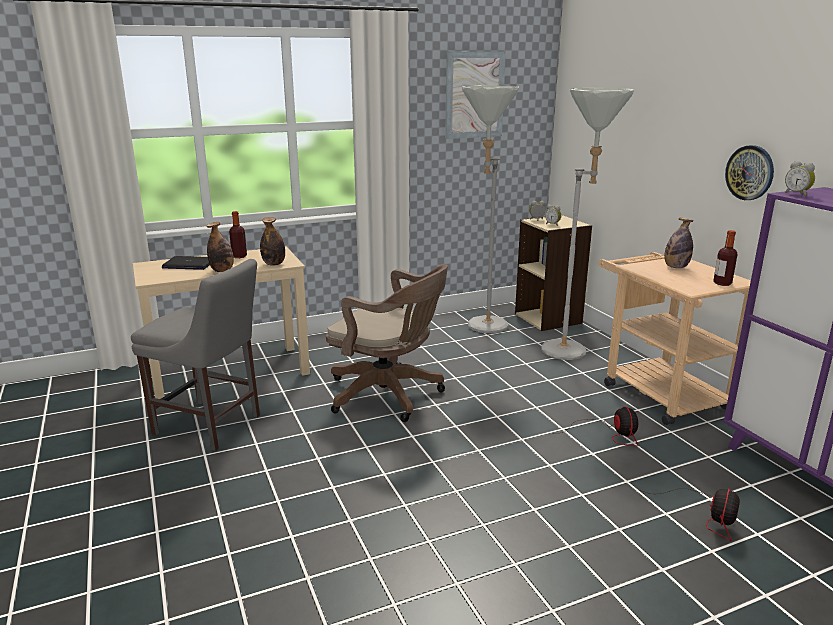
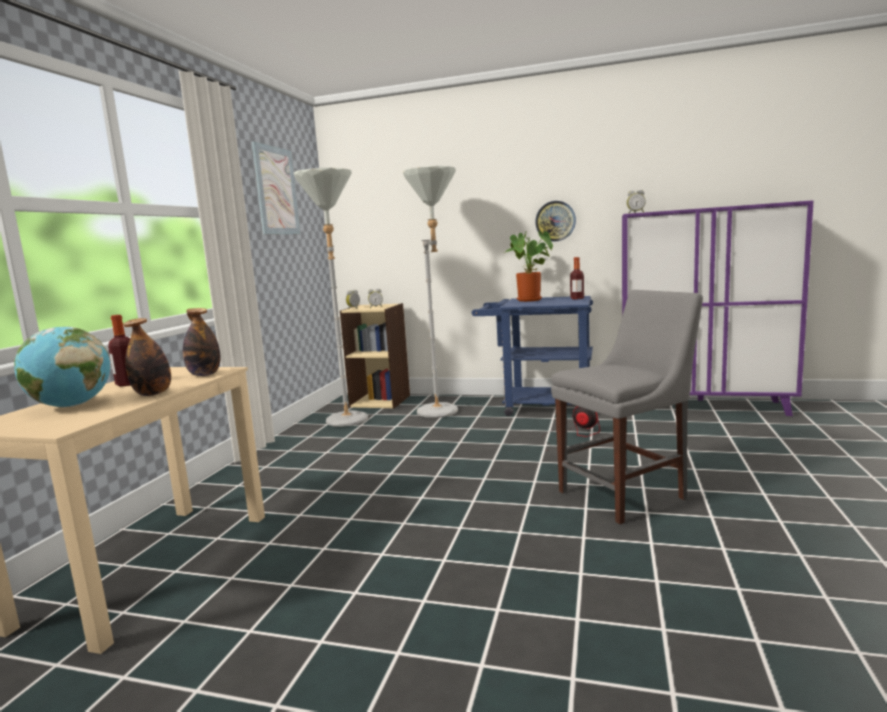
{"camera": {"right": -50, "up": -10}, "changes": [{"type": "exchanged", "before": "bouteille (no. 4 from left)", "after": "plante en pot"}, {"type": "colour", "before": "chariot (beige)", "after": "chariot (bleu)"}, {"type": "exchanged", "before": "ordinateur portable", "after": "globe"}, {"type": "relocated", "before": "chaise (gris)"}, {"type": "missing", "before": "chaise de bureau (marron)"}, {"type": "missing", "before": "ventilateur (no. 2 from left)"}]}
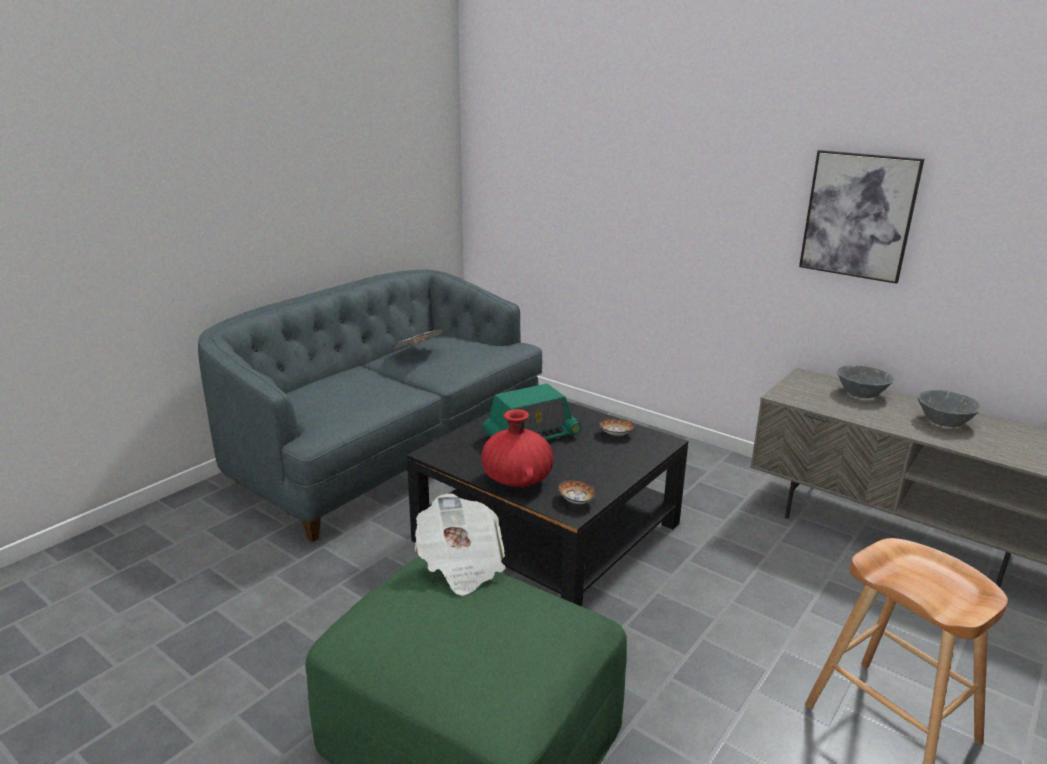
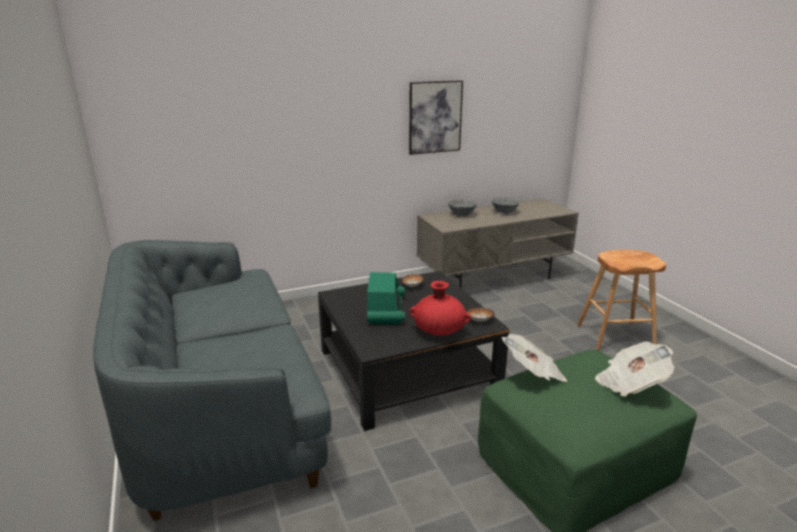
{"camera": {"right": -60, "up": 0}, "changes": [{"type": "relocated", "before": "journal (no. 1 from left in the first image)", "after": "journal (no. 2 from left)"}]}
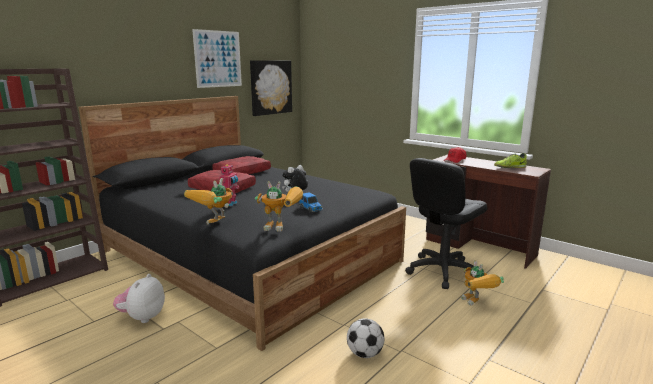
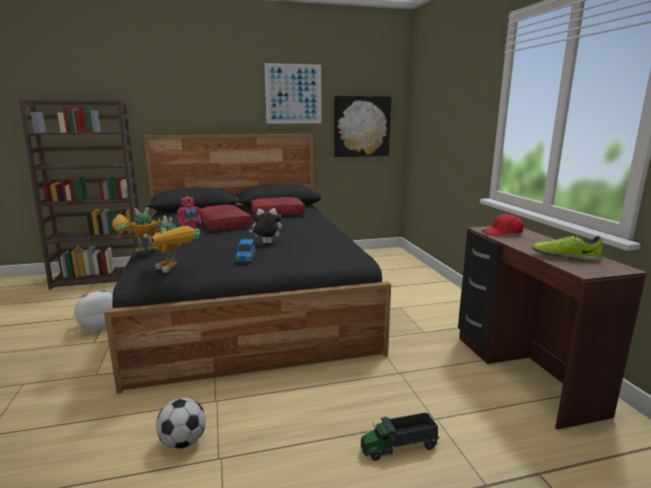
{"camera": {"right": 35, "up": 0}, "changes": [{"type": "missing", "before": "chaise de bureau (noir)"}, {"type": "exchanged", "before": "robot jouet (no. 4 from left)", "after": "camion jouet"}]}
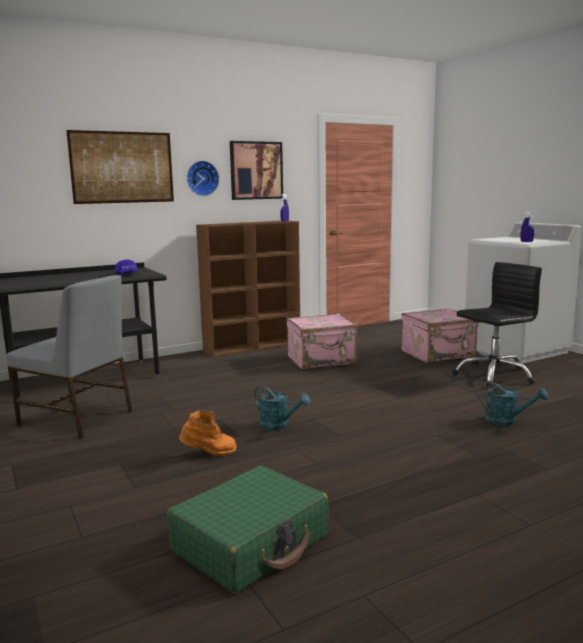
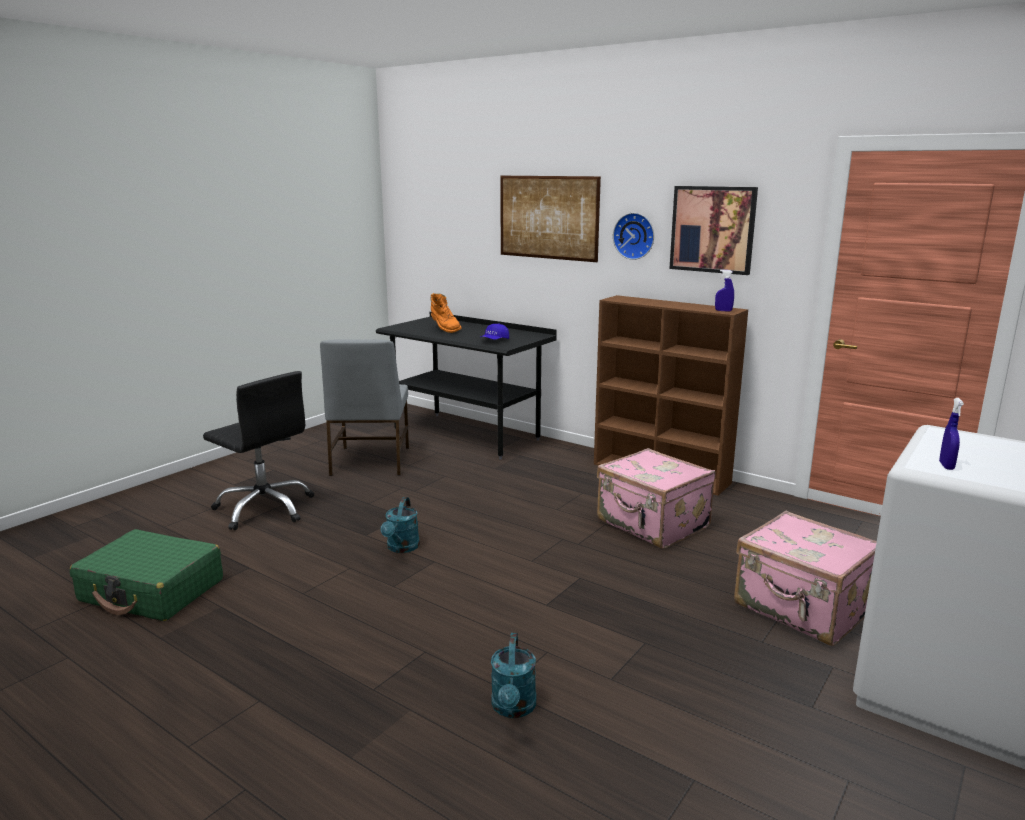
{"camera": {"right": 65, "up": 5}, "changes": [{"type": "relocated", "before": "chaise de bureau (noir)"}, {"type": "relocated", "before": "botte (orange)"}]}
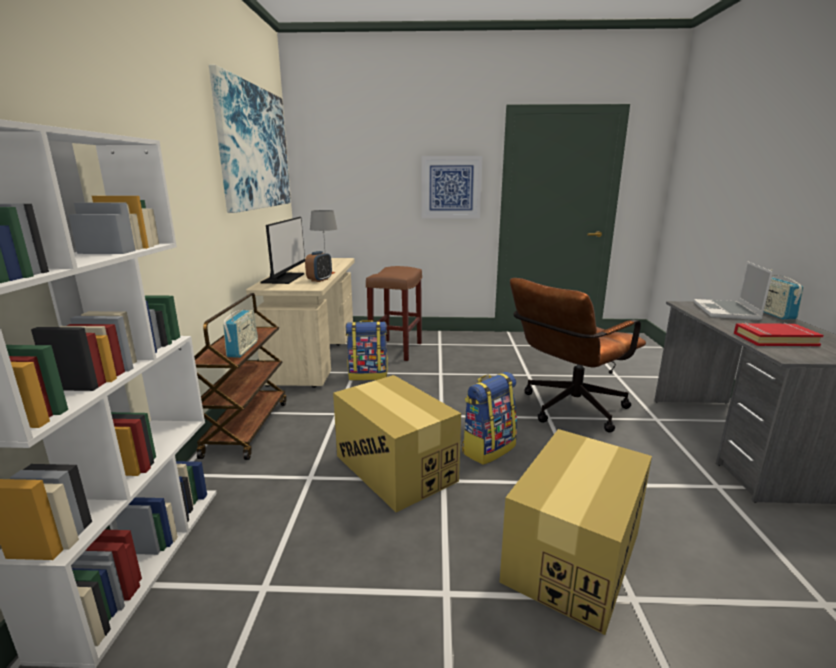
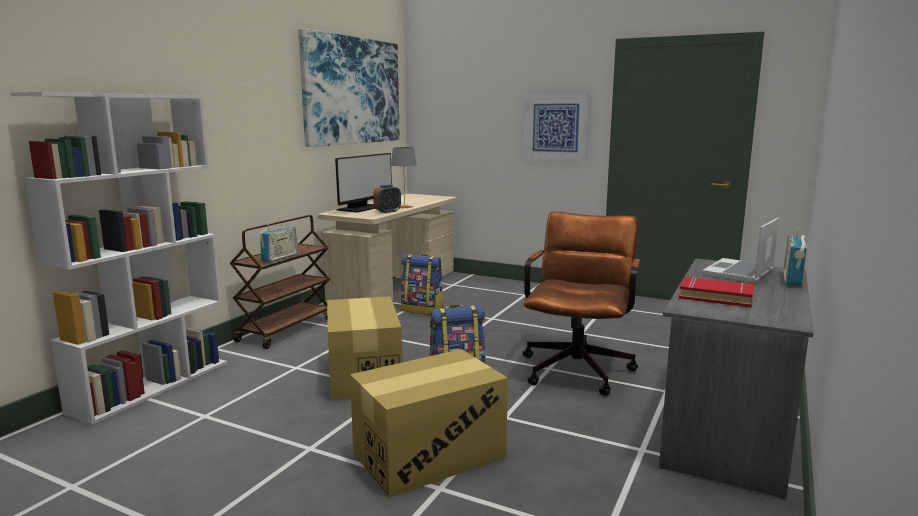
{"camera": {"right": 25, "up": -5}, "changes": [{"type": "missing", "before": "tabouret (marron)"}, {"type": "spun", "before": "chaise de bureau (marron)", "turn": 120}]}
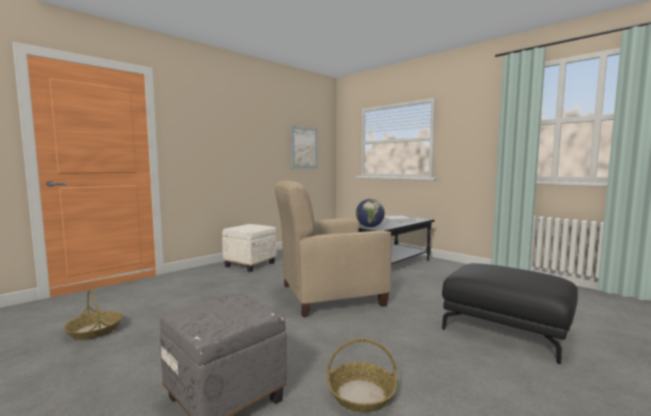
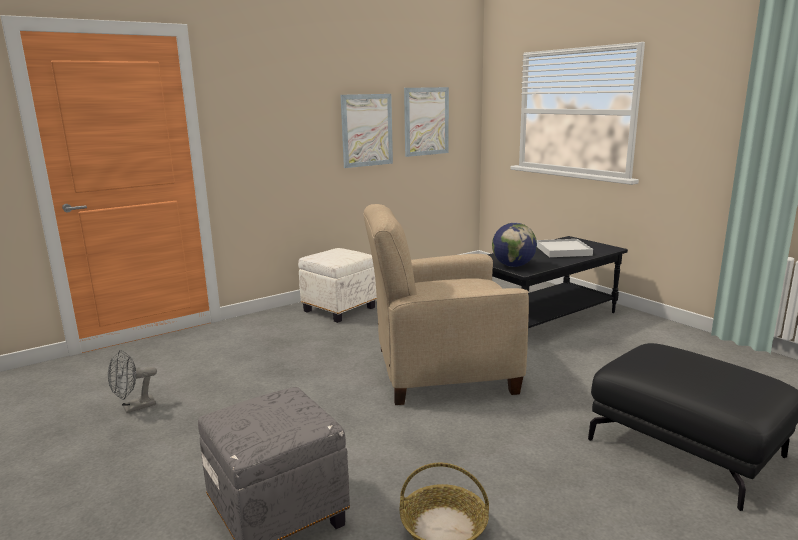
{"camera": {"right": 10, "up": 10}, "changes": [{"type": "exchanged", "before": "panier (no. 1 from left)", "after": "ventilateur (gris)"}, {"type": "appeared", "after": "tableau (no. 1 from left)"}]}
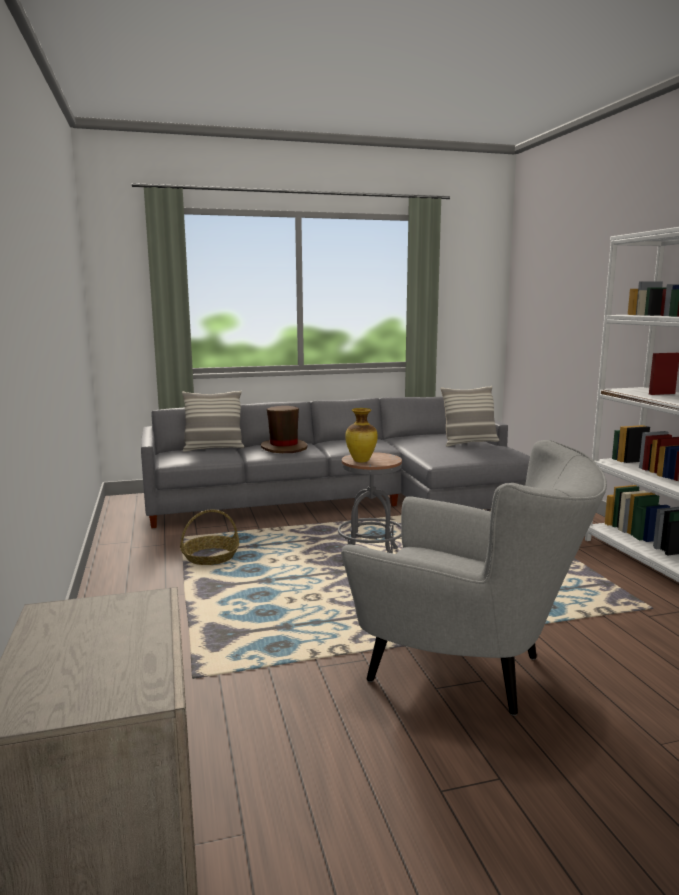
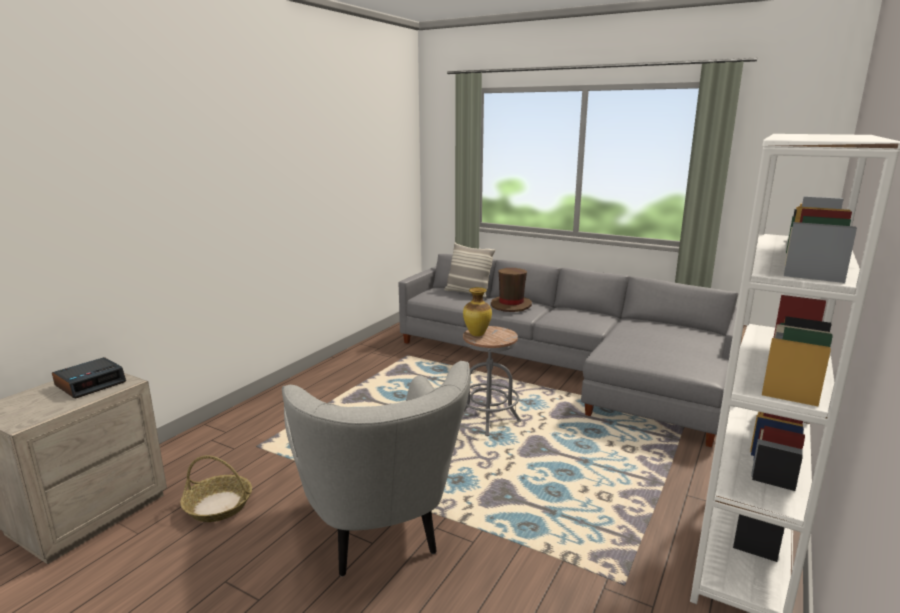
{"camera": {"right": 45, "up": 5}, "changes": [{"type": "missing", "before": "coussin (no. 2 from left)"}, {"type": "relocated", "before": "panier"}, {"type": "appeared", "after": "réveil"}]}
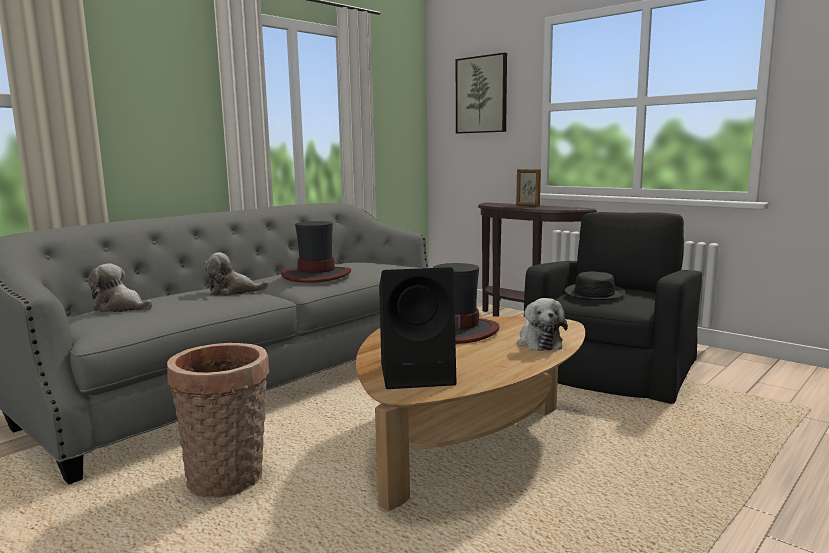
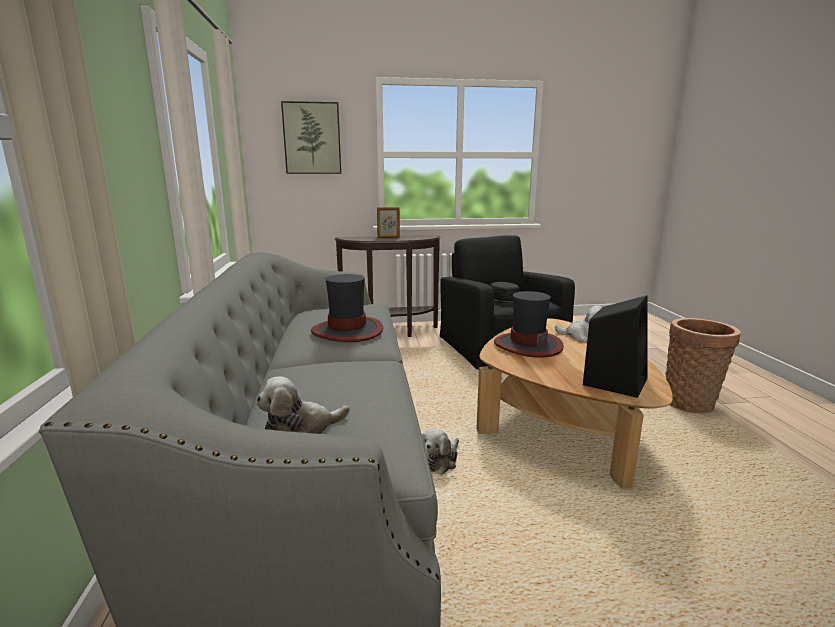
{"camera": {"right": -50, "up": 5}, "changes": [{"type": "relocated", "before": "peluche (no. 2 from left)"}, {"type": "relocated", "before": "panier"}]}
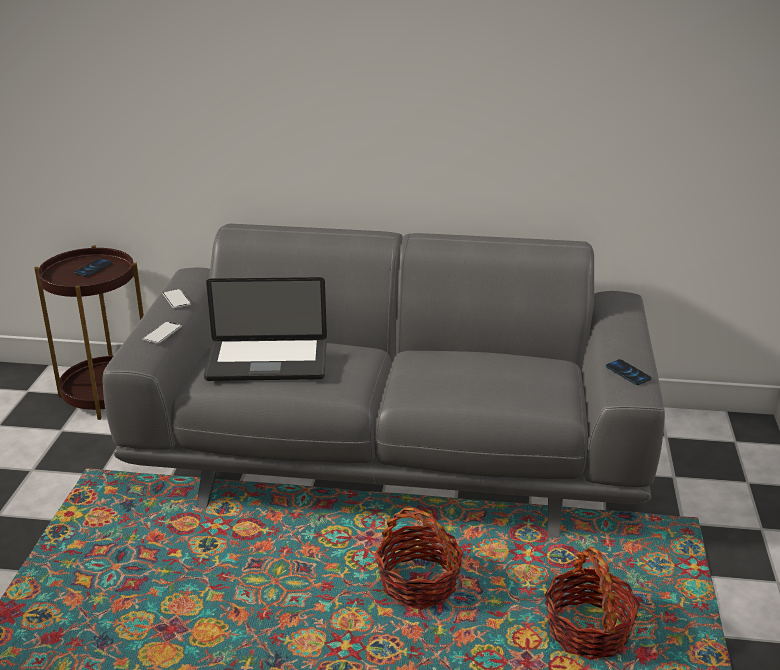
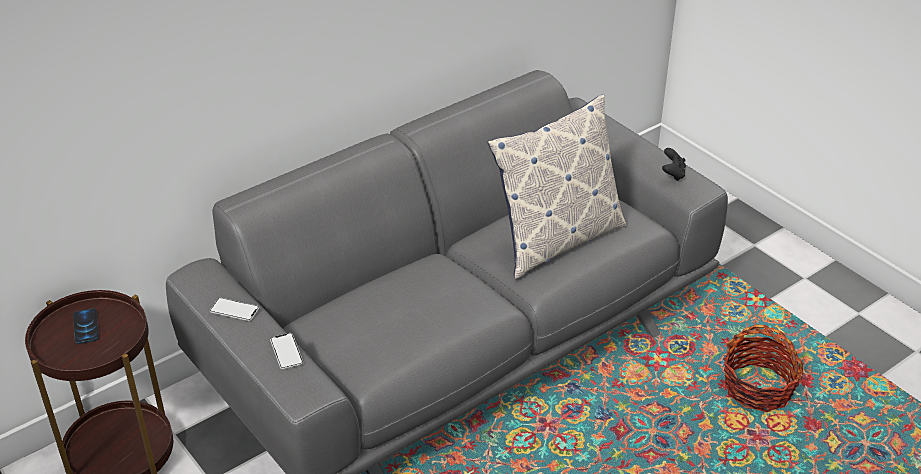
{"camera": {"right": -45, "up": 10}, "changes": [{"type": "missing", "before": "ordinateur portable"}, {"type": "exchanged", "before": "téléphone (no. 4 from left)", "after": "manette (noir)"}, {"type": "missing", "before": "panier (no. 1 from left)"}, {"type": "appeared", "after": "coussin"}]}
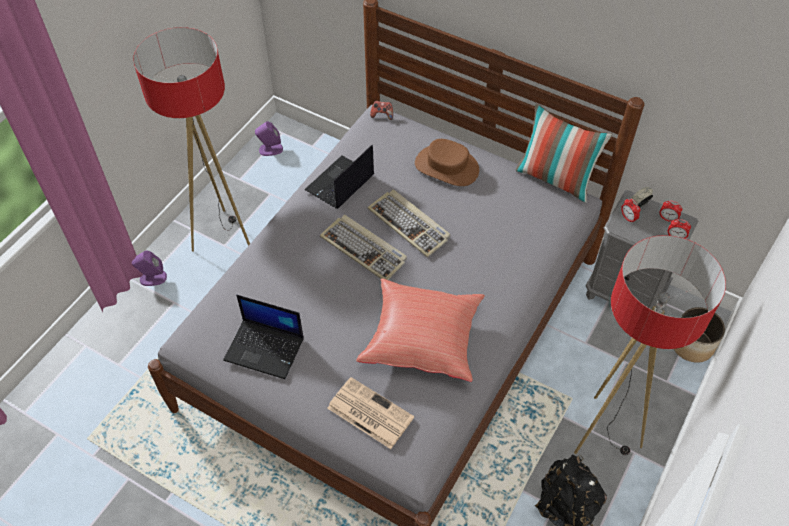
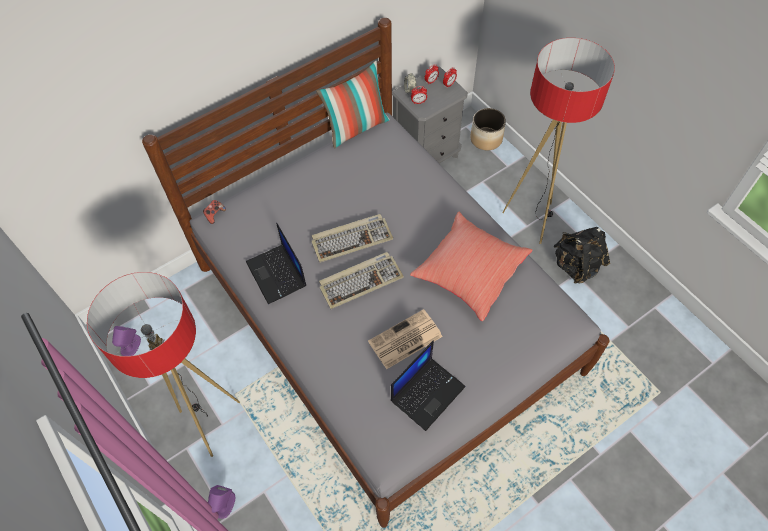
{"camera": {"right": -65, "up": 5}, "changes": [{"type": "missing", "before": "chapeau (marron)"}, {"type": "relocated", "before": "journal"}]}
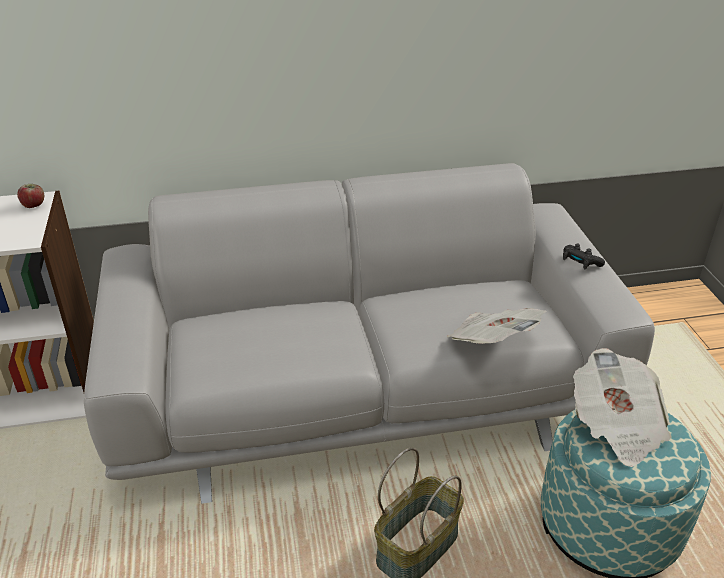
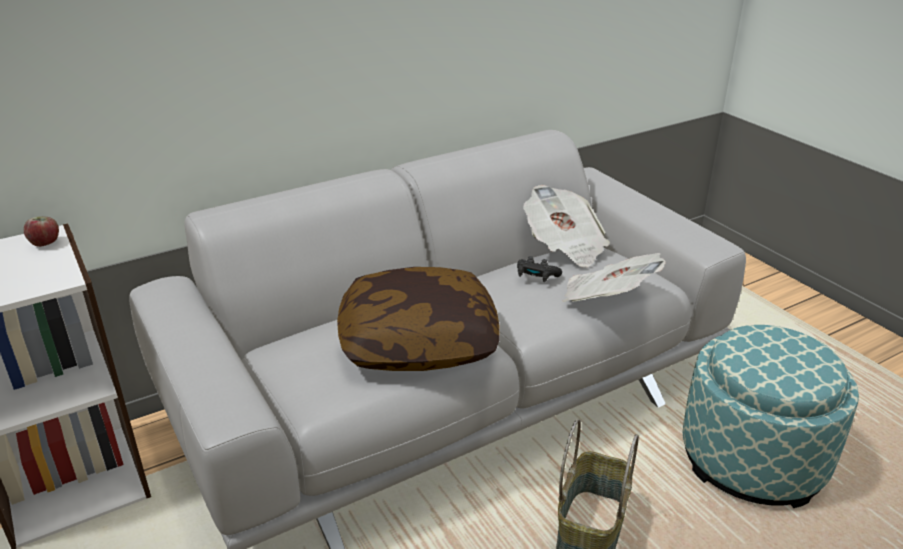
{"camera": {"right": -20, "up": -5}, "changes": [{"type": "relocated", "before": "manette (noir)"}, {"type": "relocated", "before": "journal (no. 2 from left in the first image)", "after": "journal (no. 1 from left)"}, {"type": "appeared", "after": "coussin"}]}
